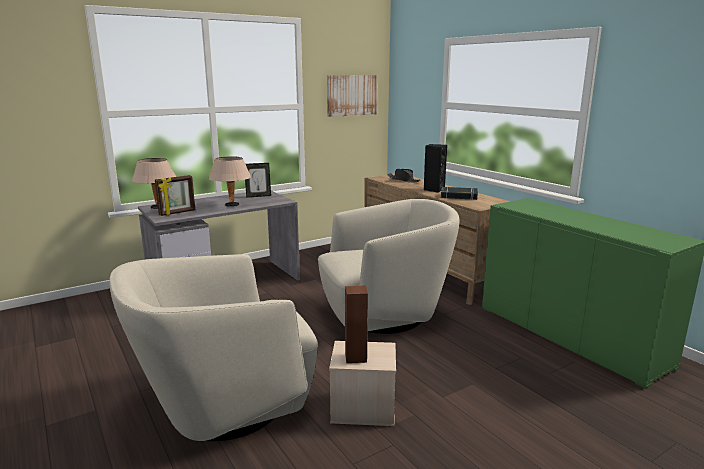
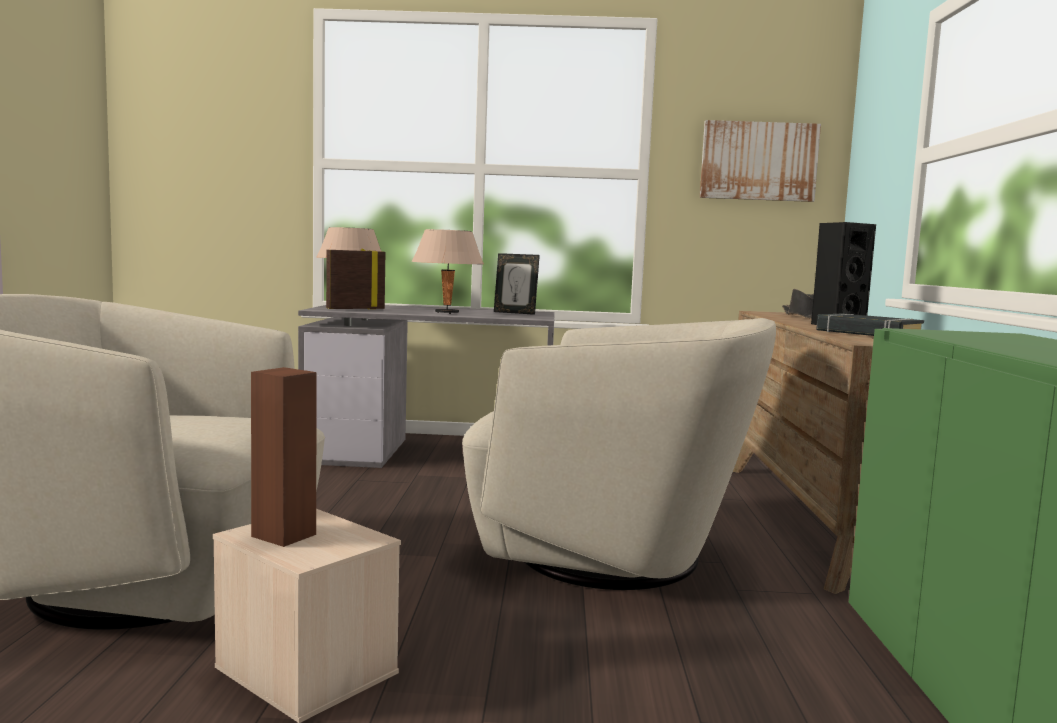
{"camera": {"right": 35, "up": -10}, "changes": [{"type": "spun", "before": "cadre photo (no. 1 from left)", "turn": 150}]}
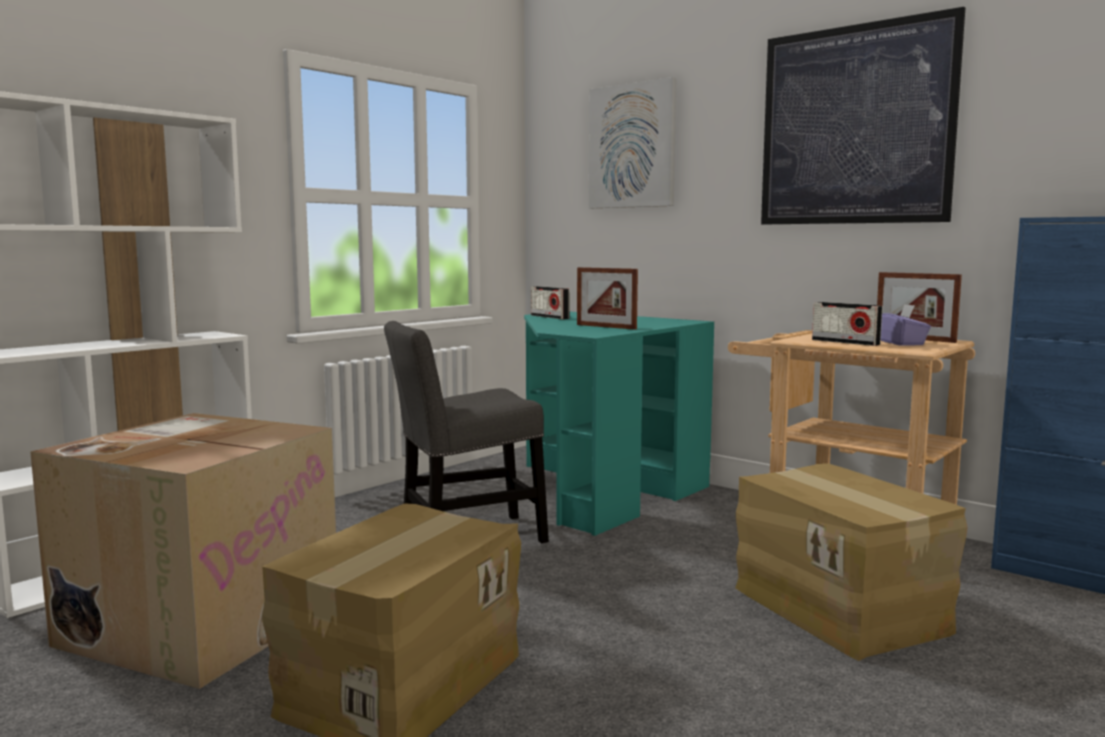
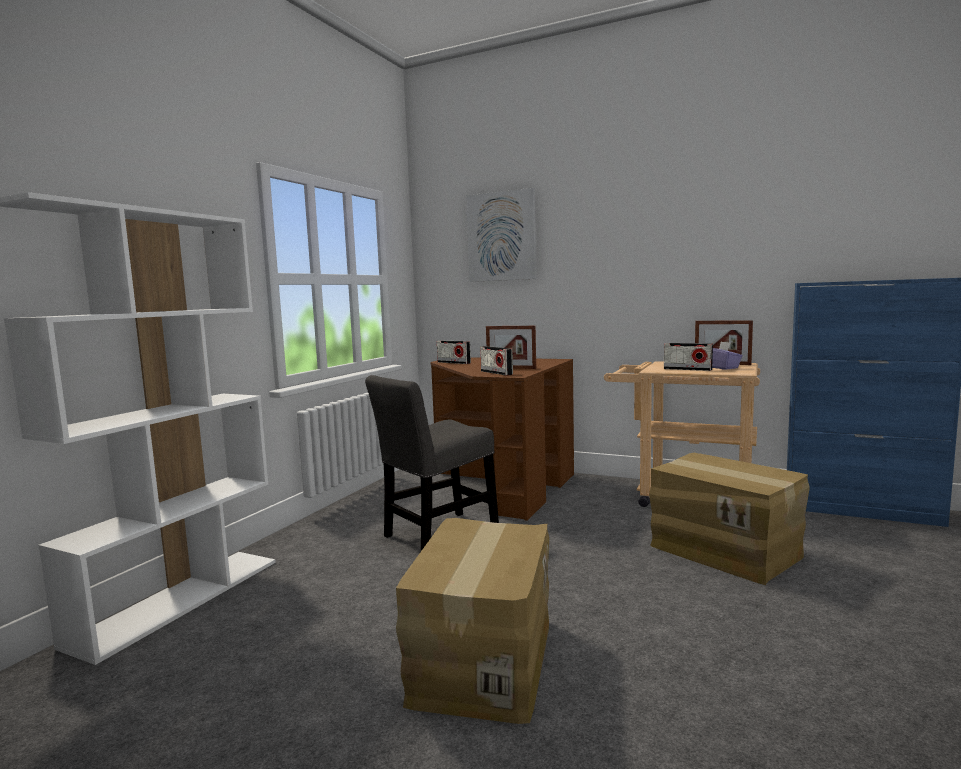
{"camera": {"right": -15, "up": 0}, "changes": [{"type": "missing", "before": "tableau (no. 2 from left)"}, {"type": "colour", "before": "bureau (turquoise)", "after": "bureau (marron)"}, {"type": "missing", "before": "carton (no. 1 from left)"}, {"type": "appeared", "after": "radio (no. 2 from left)"}]}
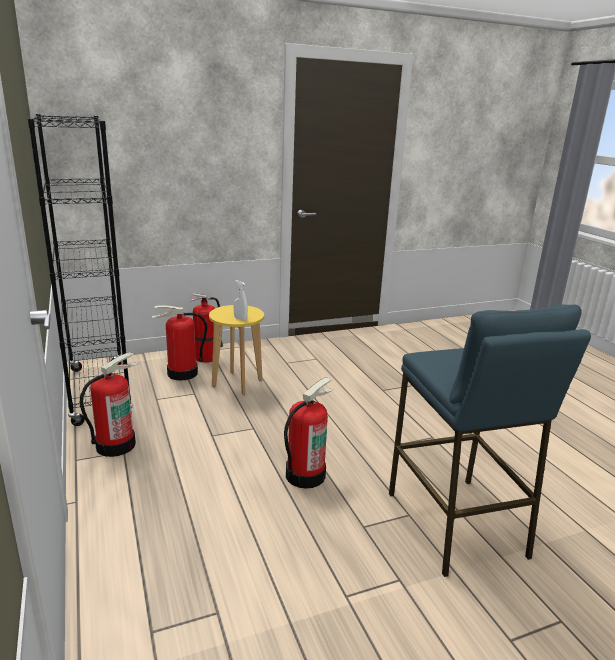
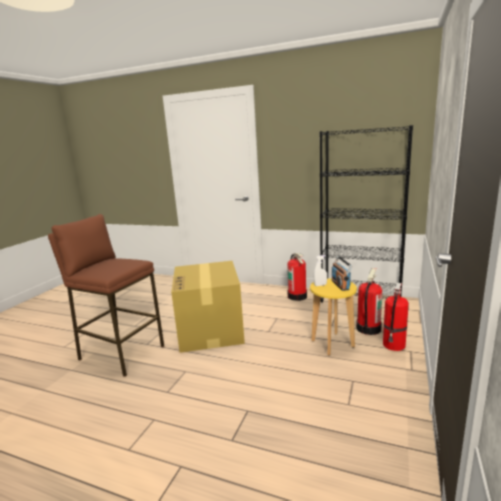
{"camera": {"right": 135, "up": -5}, "changes": [{"type": "colour", "before": "tabouret (bleu)", "after": "tabouret (marron)"}, {"type": "exchanged", "before": "extincteur (no. 4 from left)", "after": "carton"}, {"type": "appeared", "after": "radio"}]}
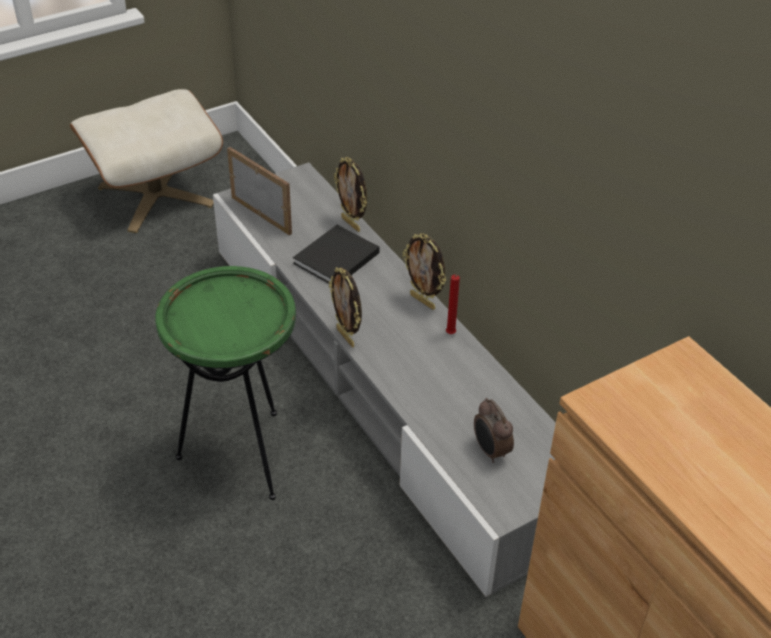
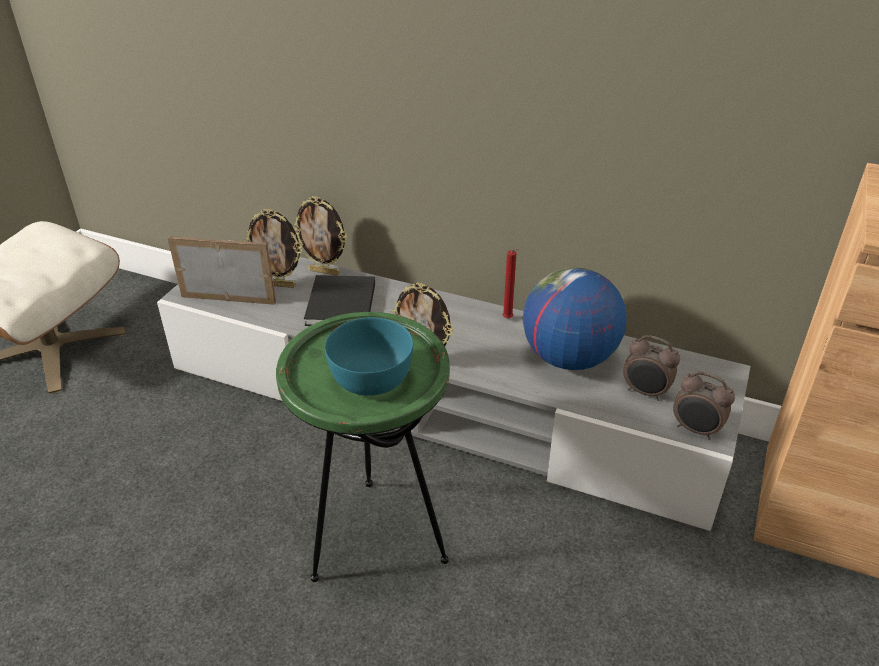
{"camera": {"right": -35, "up": -5}, "changes": [{"type": "relocated", "before": "cadre photo (no. 4 from left in the first image)", "after": "cadre photo (no. 2 from left)"}, {"type": "appeared", "after": "globe"}, {"type": "appeared", "after": "bol (turquoise)"}, {"type": "appeared", "after": "réveil (no. 2 from left)"}]}
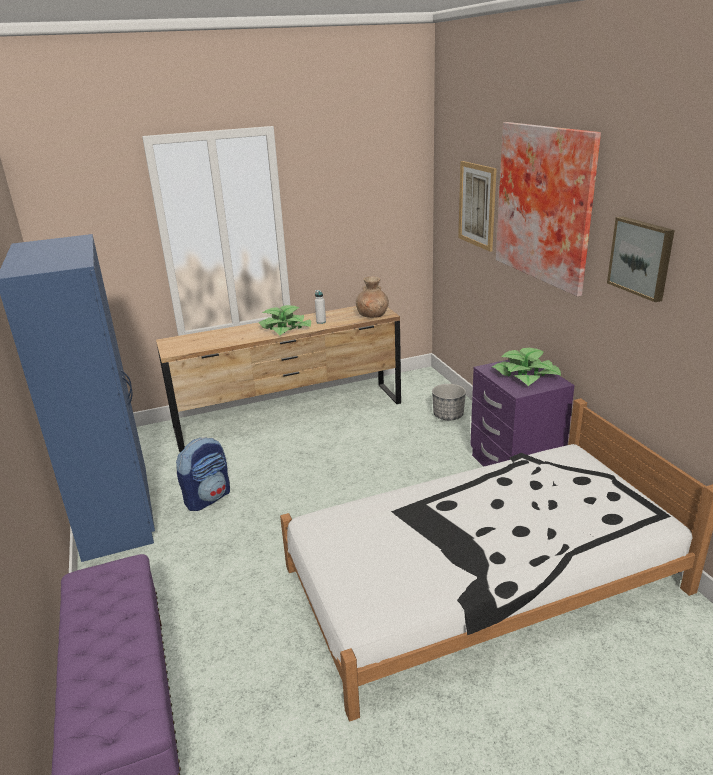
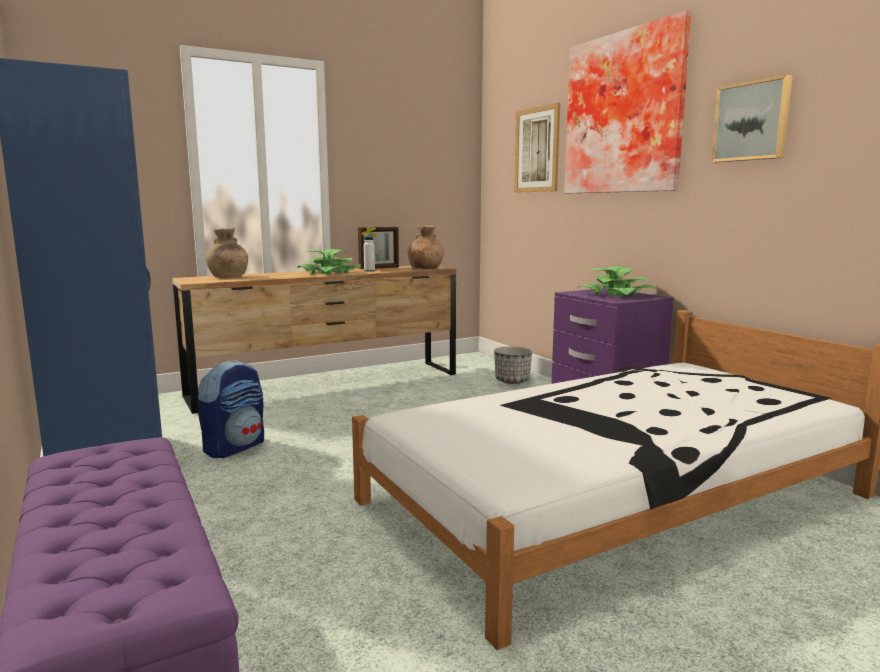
{"camera": {"right": -10, "up": -15}, "changes": [{"type": "appeared", "after": "cadre photo"}, {"type": "appeared", "after": "vase (marron) (no. 1 from left)"}]}
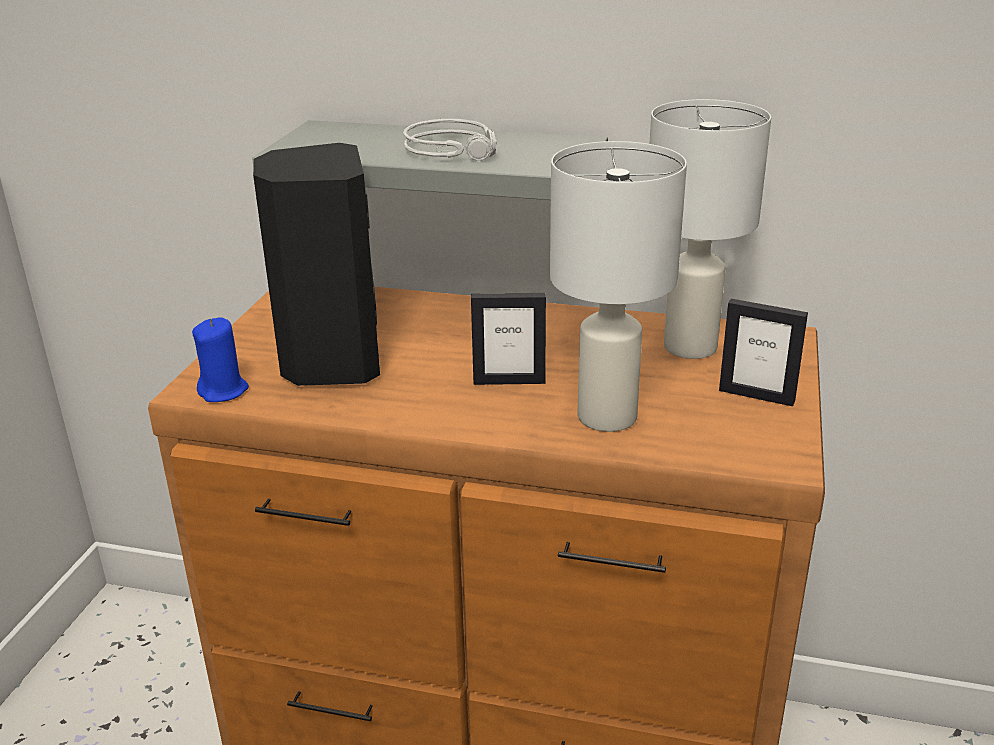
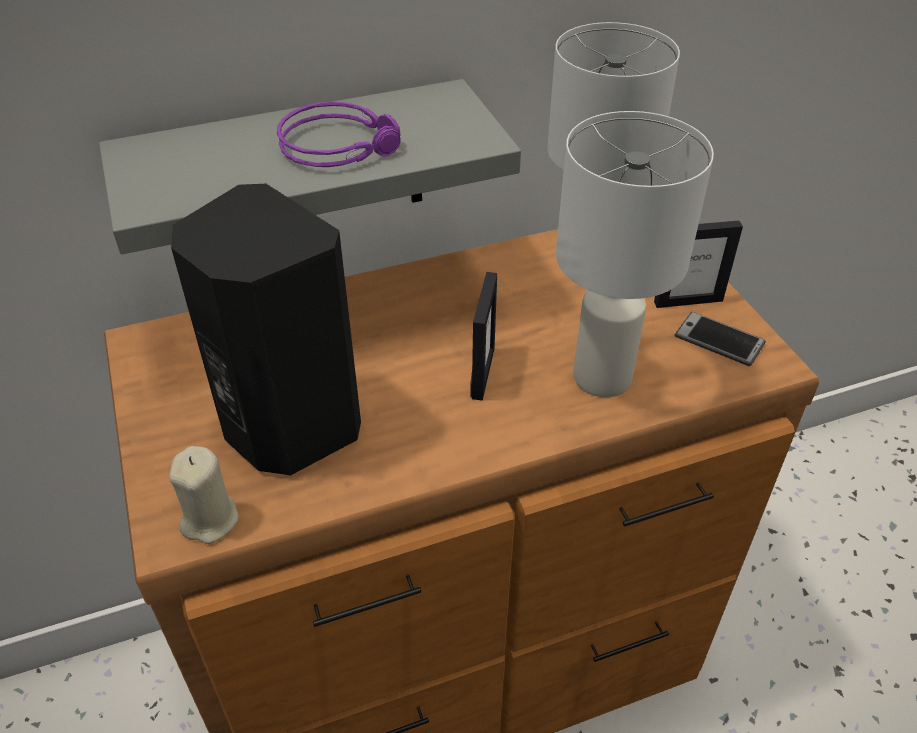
{"camera": {"right": -35, "up": 15}, "changes": [{"type": "colour", "before": "casque audio (gris)", "after": "casque audio (violet)"}, {"type": "spun", "before": "cadre photo (no. 1 from left)", "turn": -45}, {"type": "colour", "before": "bougie (bleu)", "after": "bougie (beige)"}, {"type": "appeared", "after": "téléphone"}]}
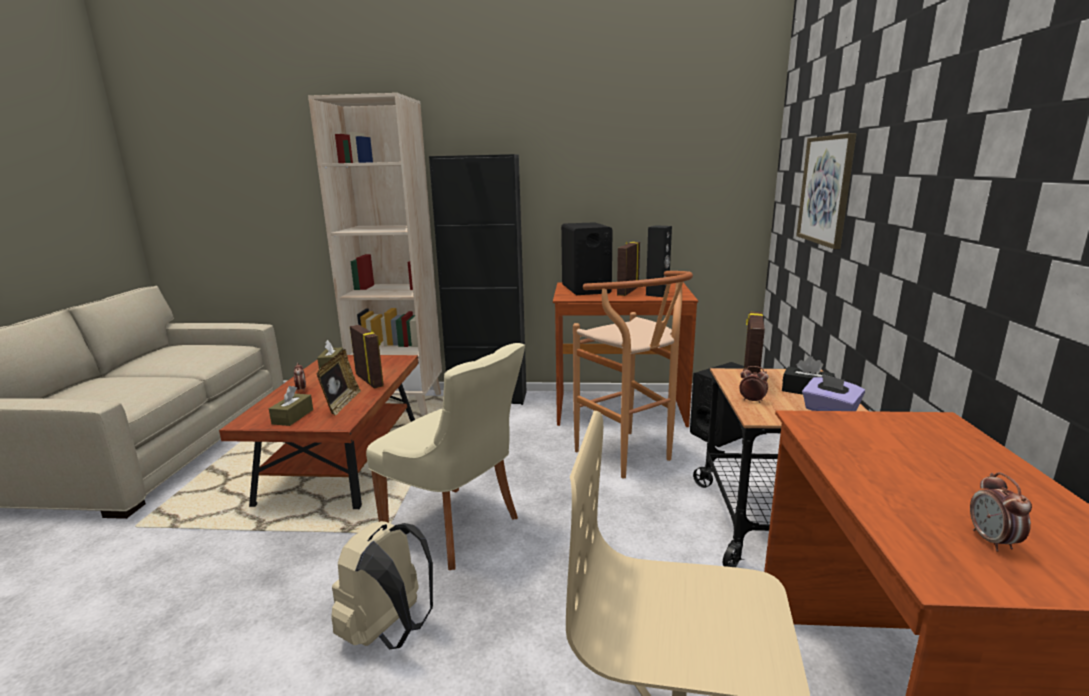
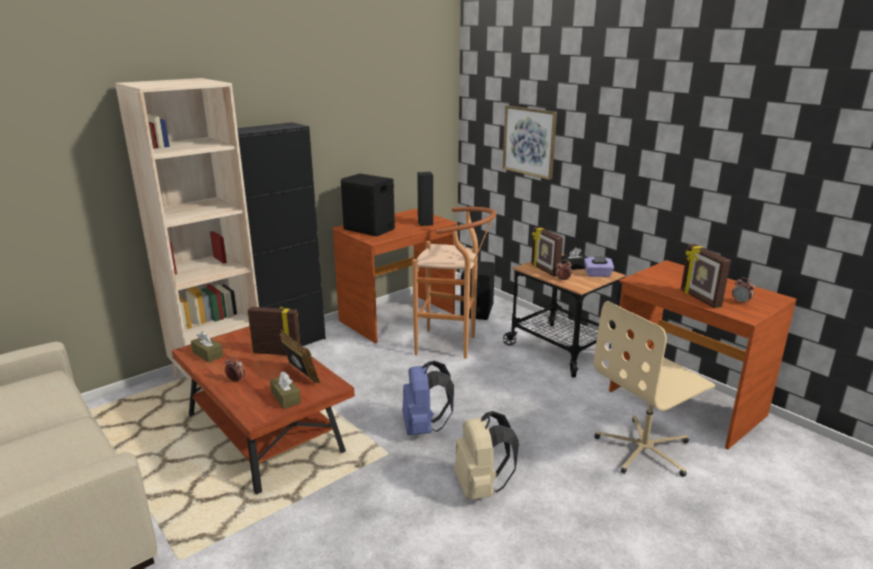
{"camera": {"right": -45, "up": 5}, "changes": [{"type": "relocated", "before": "cadre photo (no. 3 from left in the first image)", "after": "cadre photo (no. 4 from left)"}, {"type": "exchanged", "before": "chaise (beige)", "after": "sac à dos (bleu)"}]}
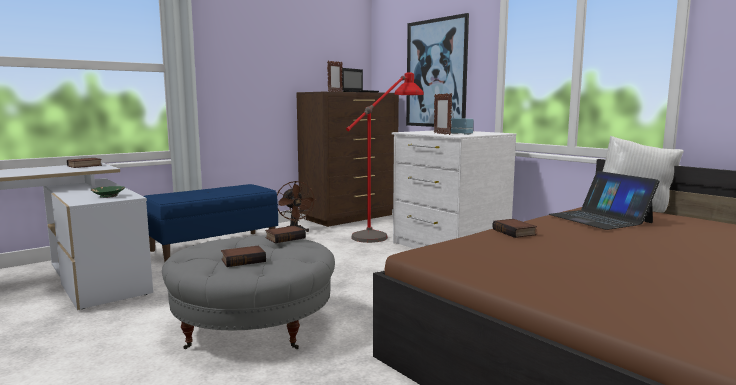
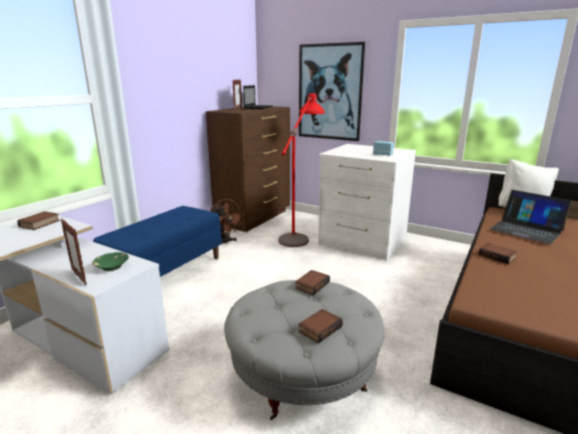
{"camera": {"right": -20, "up": 10}, "changes": [{"type": "relocated", "before": "cadre photo (no. 2 from left in the first image)", "after": "cadre photo (no. 1 from left)"}]}
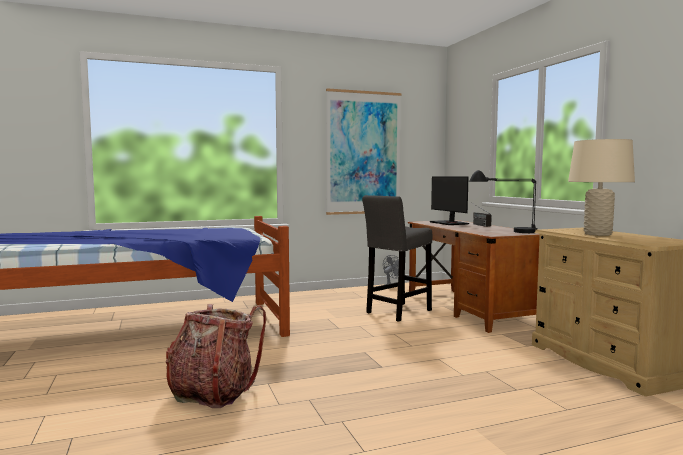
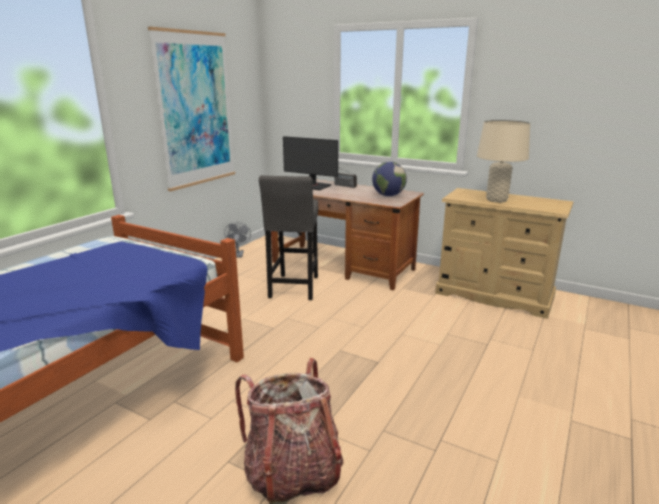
{"camera": {"right": -40, "up": 15}, "changes": [{"type": "exchanged", "before": "lampe de table (noir)", "after": "globe"}]}
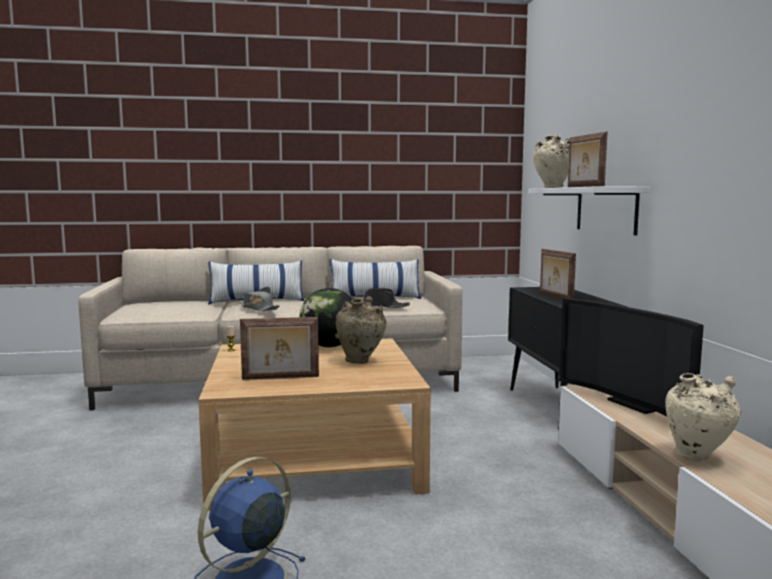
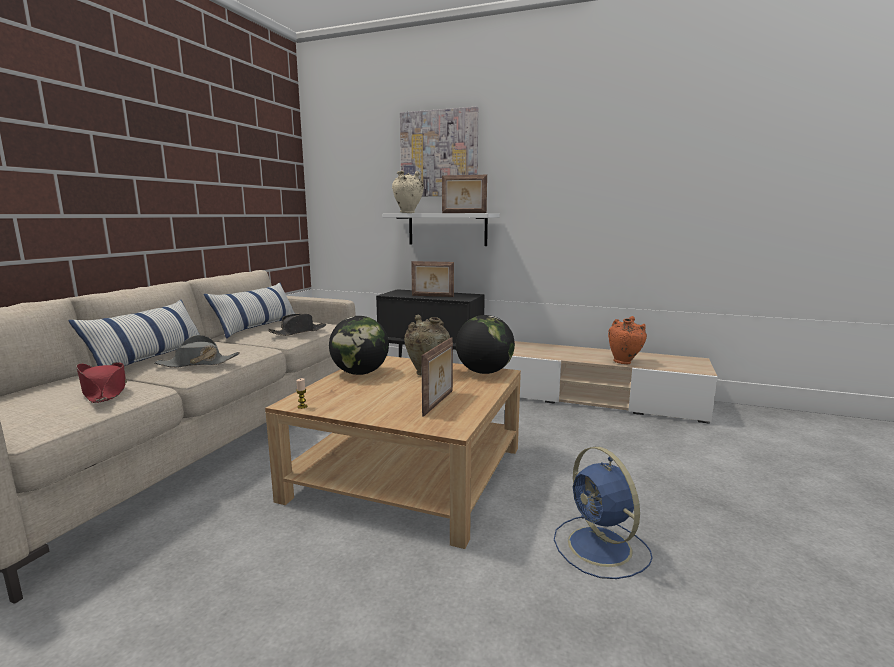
{"camera": {"right": -60, "up": 5}, "changes": [{"type": "missing", "before": "téléviseur"}, {"type": "colour", "before": "vase (beige) (no. 3 from left)", "after": "vase (orange)"}, {"type": "appeared", "after": "tableau"}, {"type": "appeared", "after": "globe (no. 2 from left)"}, {"type": "appeared", "after": "chapeau (rouge)"}]}
